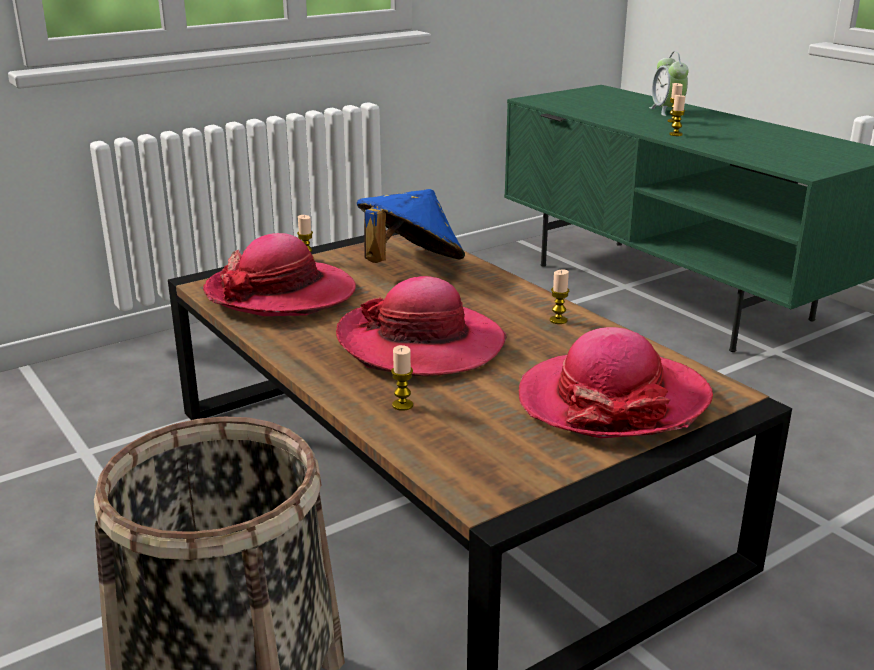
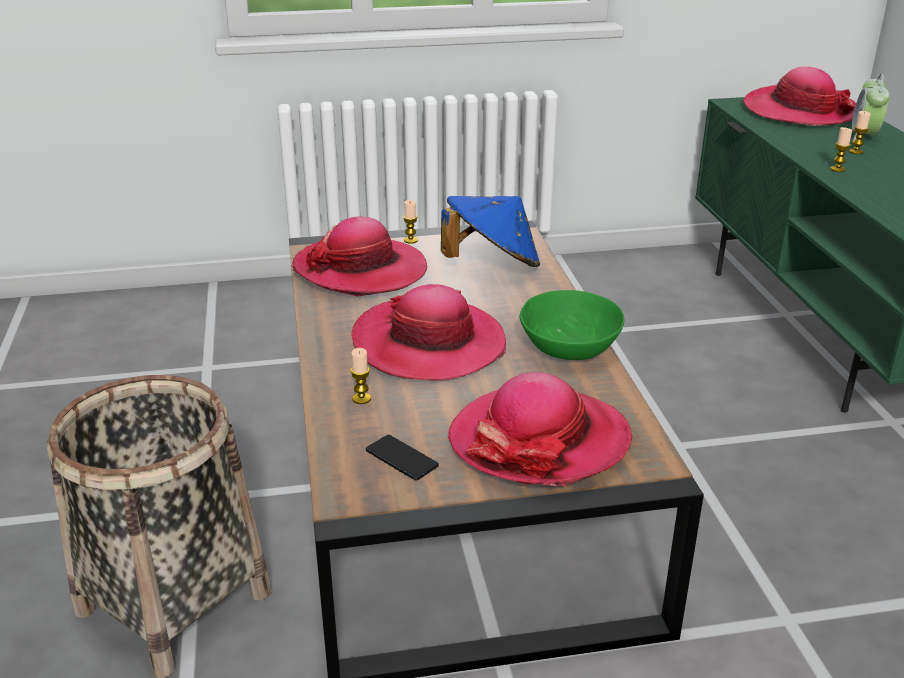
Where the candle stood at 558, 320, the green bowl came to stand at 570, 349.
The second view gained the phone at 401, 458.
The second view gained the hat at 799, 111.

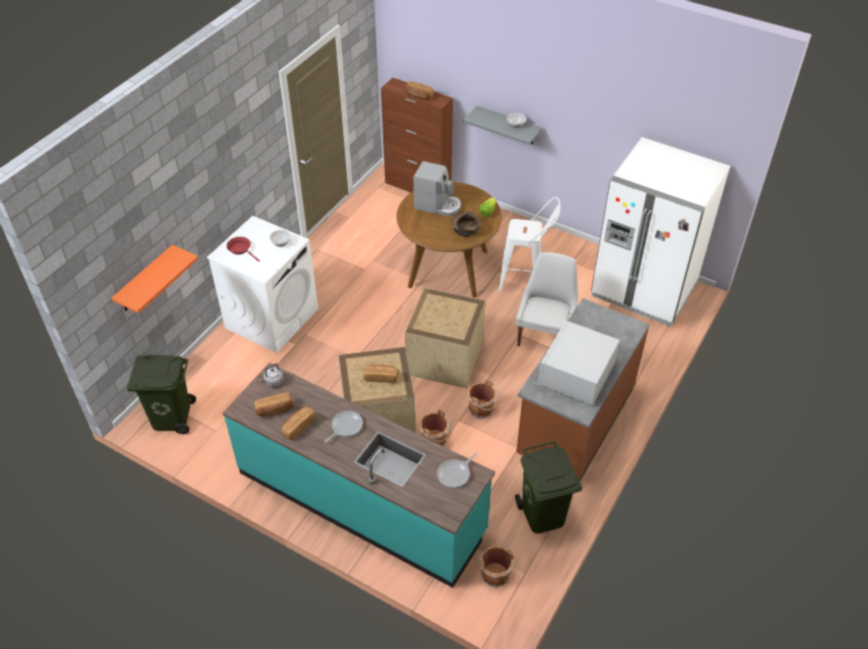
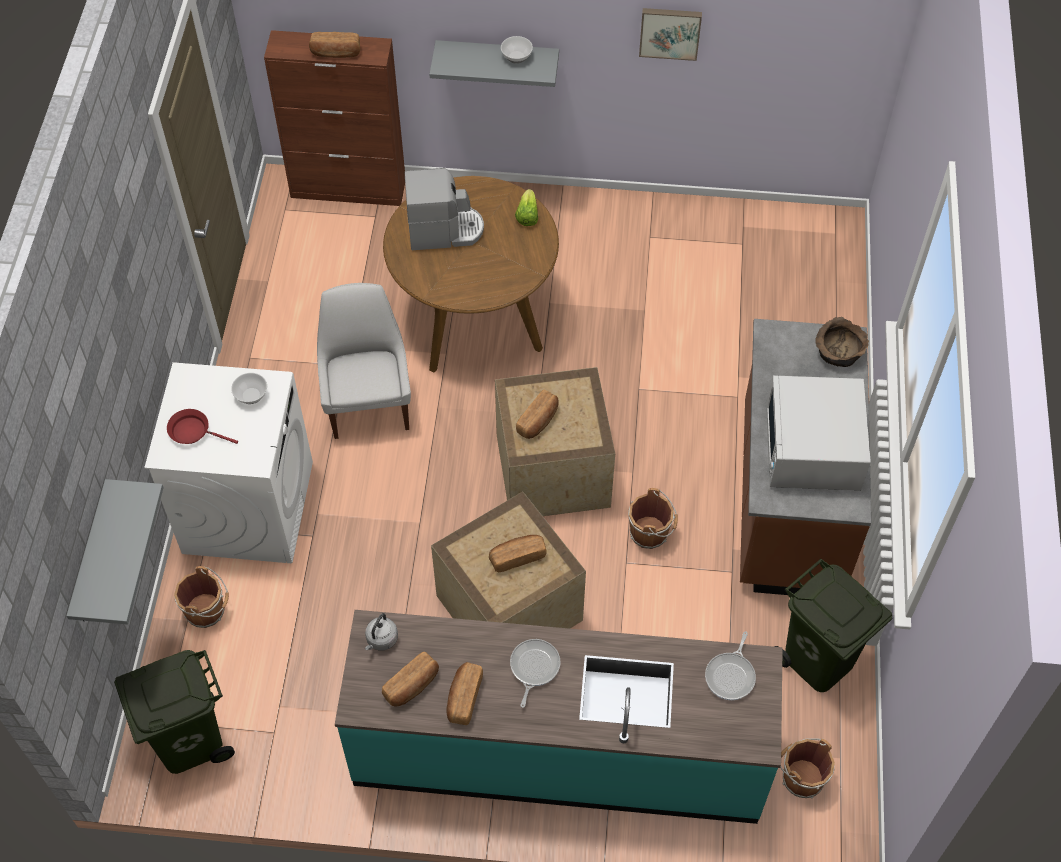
What was the orange shelf at 145, 280 turned into the grey shelf at 91, 557.
The brown bucket ended up elsewhere, having gone from 435, 440 to 207, 611.
The brown bowl ended up elsewhere, having gone from 466, 230 to 838, 352.
The second view lost the white stool at 525, 281.
The white chair ended up elsewhere, having gone from 545, 334 to 368, 404.
The second view lost the white fridge at 643, 290.
The second view gained the bread at 538, 421.
The second view gained the picture at 670, 32.

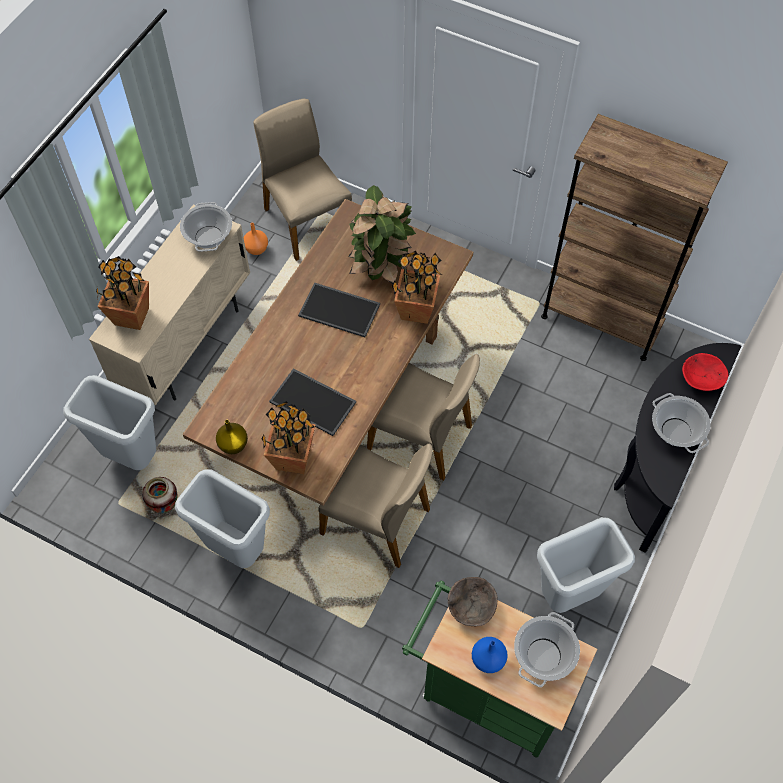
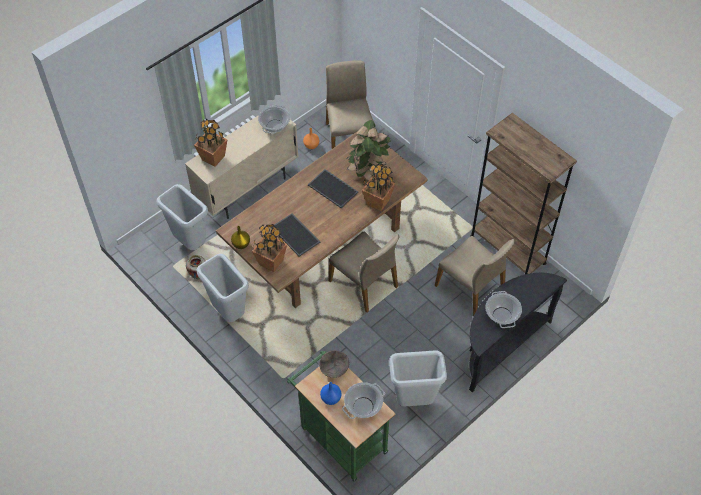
The beige chair ended up elsewhere, having gone from 377, 520 to 471, 288.
The second view lost the red bowl at 701, 379.

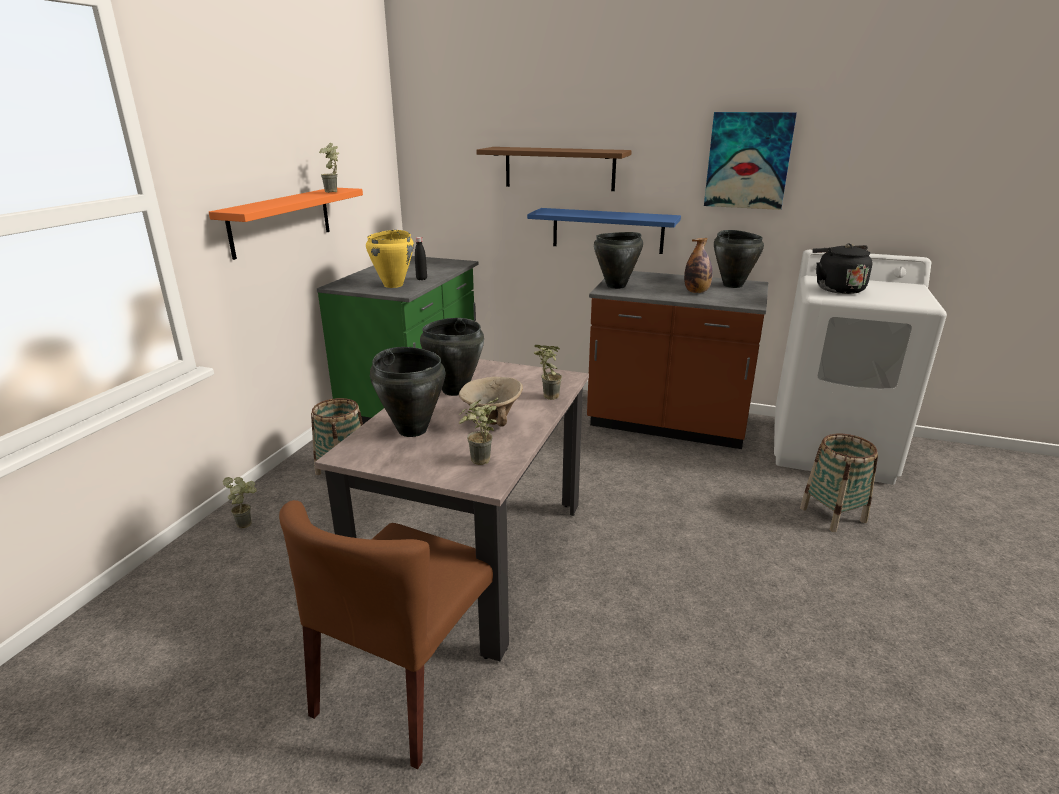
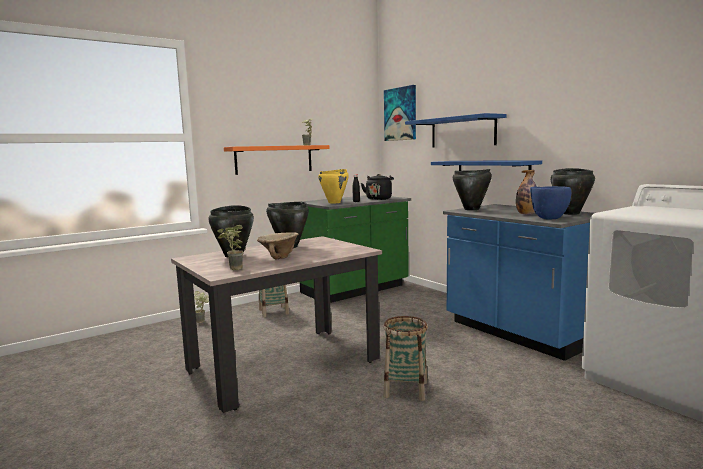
The second view lost the brown chair at 406, 684.
What was the brown shelf at 559, 168 turned into the blue shelf at 462, 132.
The second view lost the potted plant at 546, 396.
What was the brown counter at 667, 424 turned into the blue counter at 518, 333.
The picture ended up elsewhere, having gone from 748, 160 to 400, 114.
The basket ended up elsewhere, having gone from 833, 515 to 406, 389.
The black kettle ended up elsewhere, having gone from 836, 289 to 379, 199.
The second view gained the blue bowl at 549, 218.

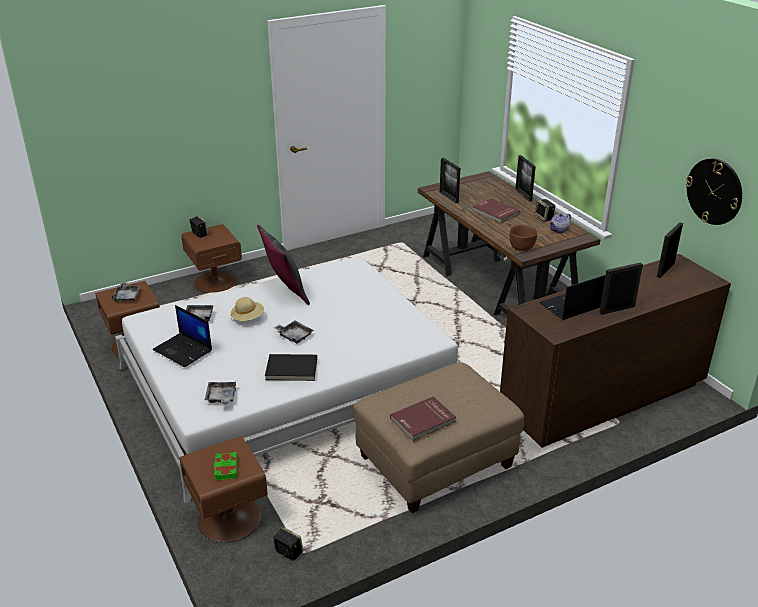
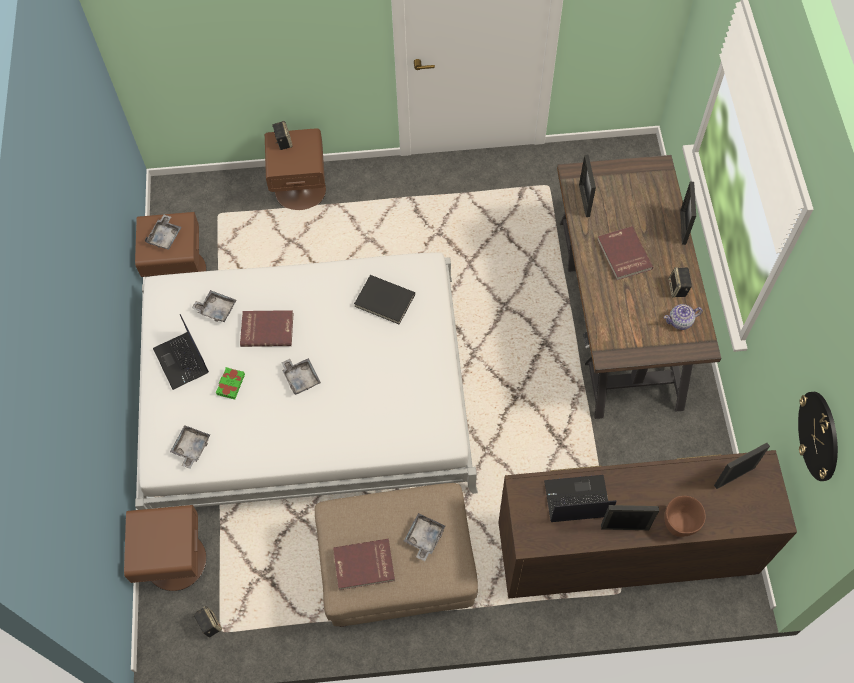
The green book ended up elsewhere, having gone from 225, 468 to 230, 384.
Where the beige hat stood at 248, 318, the red book came to stand at 267, 329.
The second view lost the grey pillow at 285, 292.
The black book ended up elsewhere, having gone from 291, 370 to 384, 301.
The brown bowl ended up elsewhere, having gone from 522, 248 to 681, 523.
The second view gained the grey tray at 424, 538.

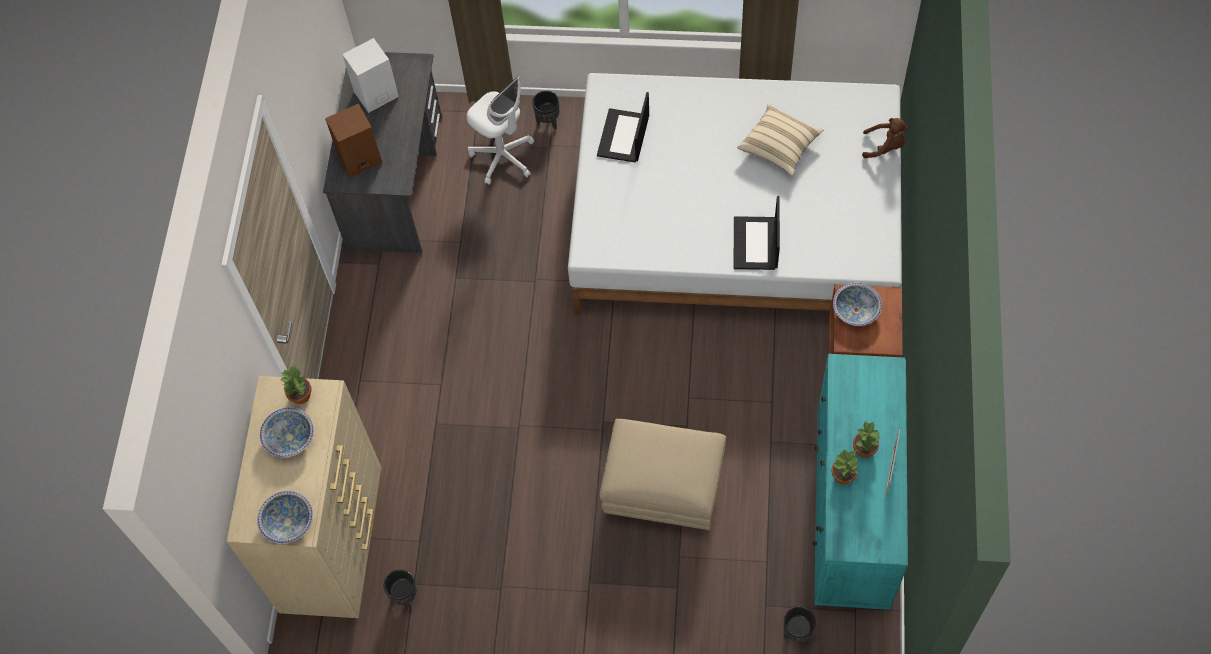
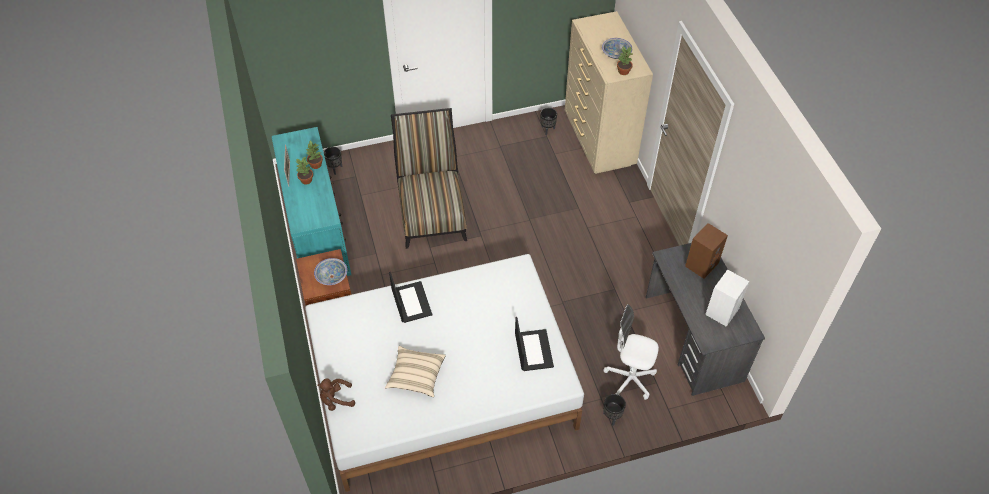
The second view lost the bowl at 288, 522.
Where the beige ottoman stood at 662, 488, the chair came to stand at 432, 212.

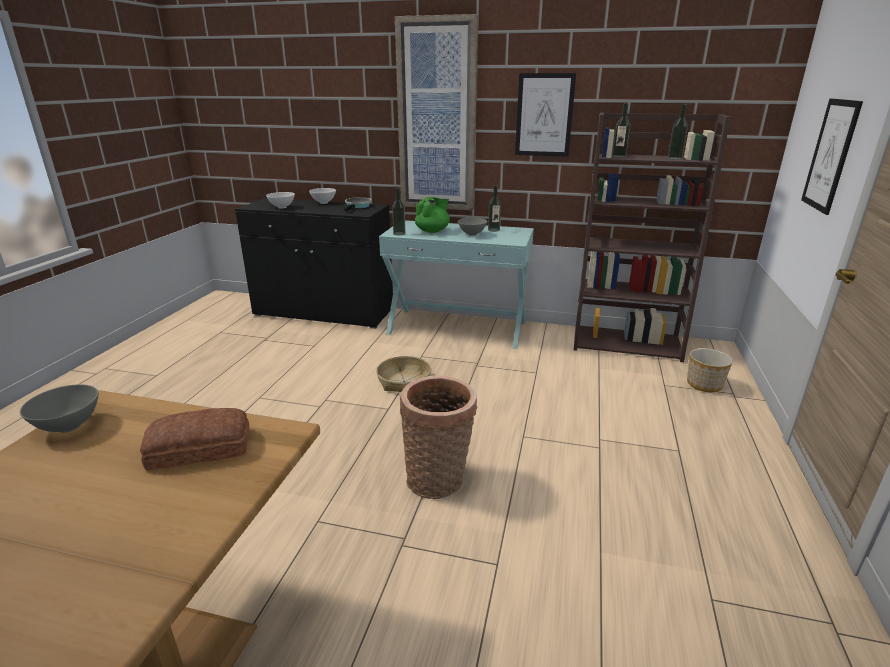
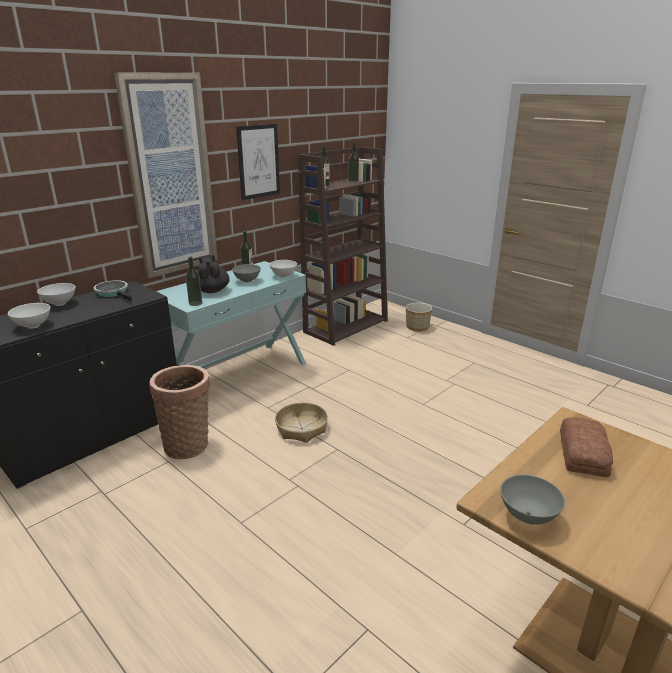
The basket ended up elsewhere, having gone from 439, 479 to 188, 444.
What was the green teapot at 433, 231 turned into the black teapot at 212, 290.
The second view lost the picture at 830, 155.
The second view gained the white bowl at 283, 276.

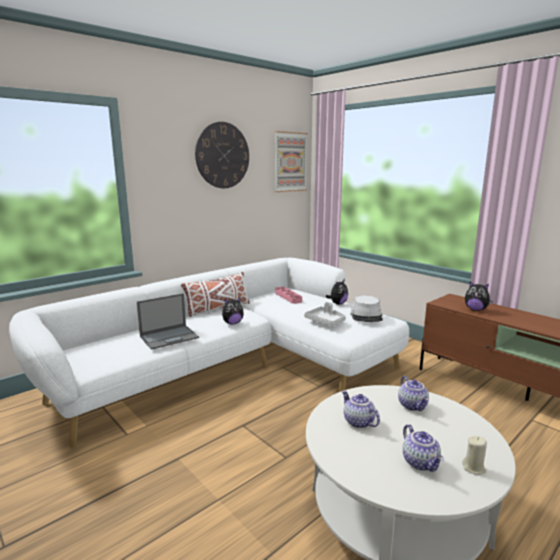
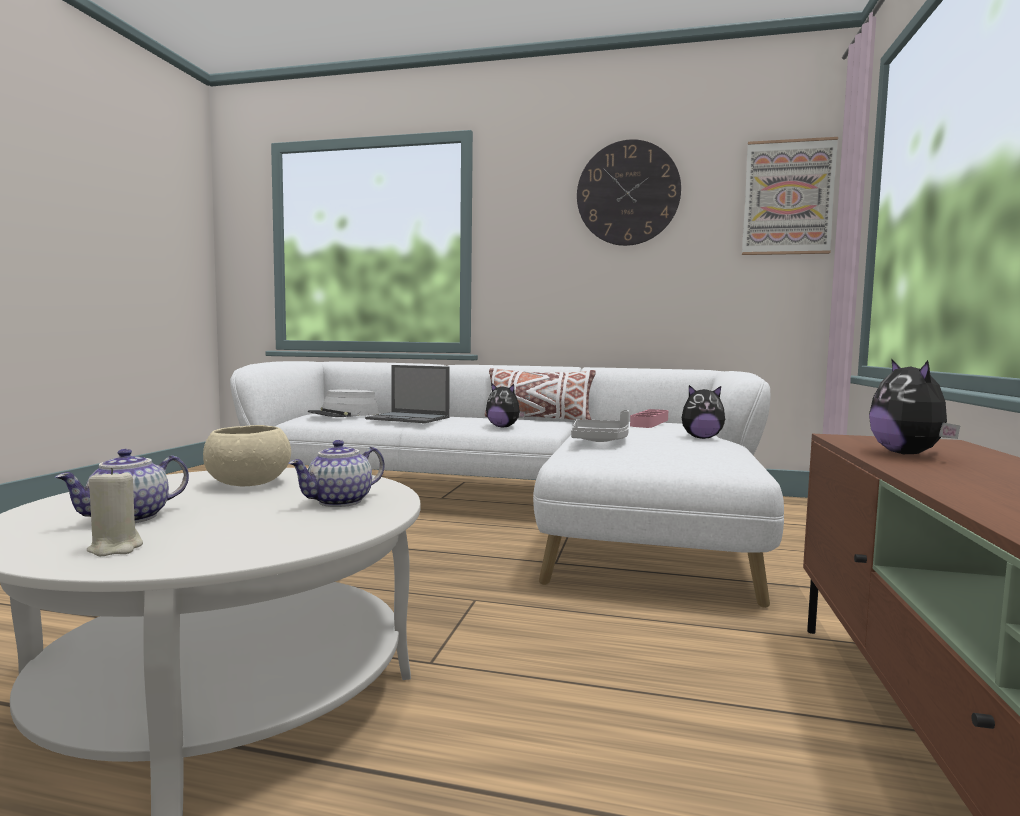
Where the teapot stood at 358, 422, the beige bowl came to stand at 248, 484.
The grey hat ended up elsewhere, having gone from 366, 316 to 344, 414.

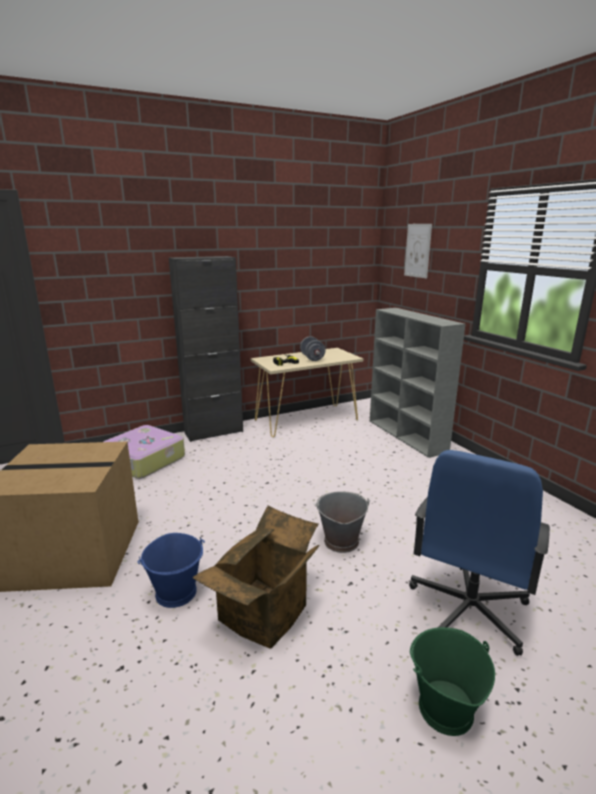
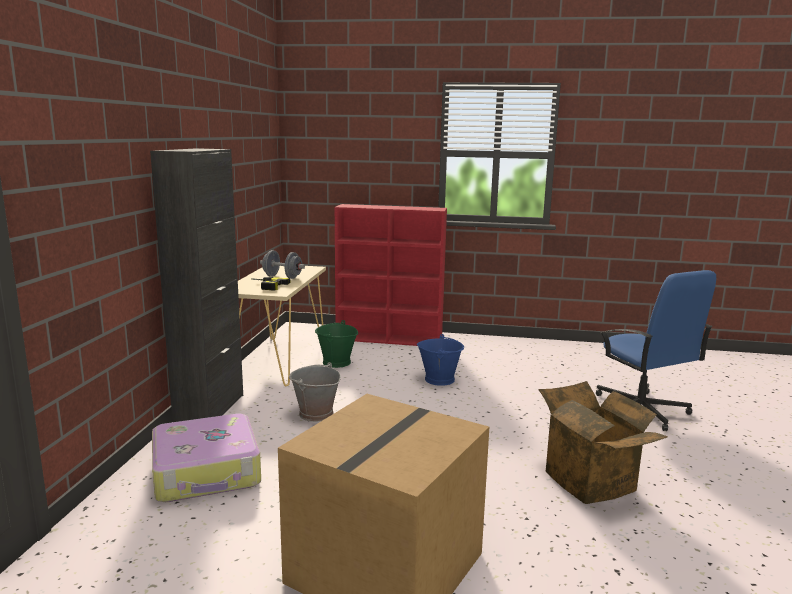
The blue bucket ended up elsewhere, having gone from 177, 592 to 440, 379.
The grey bucket ended up elsewhere, having gone from 340, 541 to 315, 414.
What was the grey bookcase at 407, 436 turned into the red bookcase at 390, 339.
The second view lost the picture at 417, 250.
The green bucket ended up elsewhere, having gone from 444, 709 to 336, 362.

